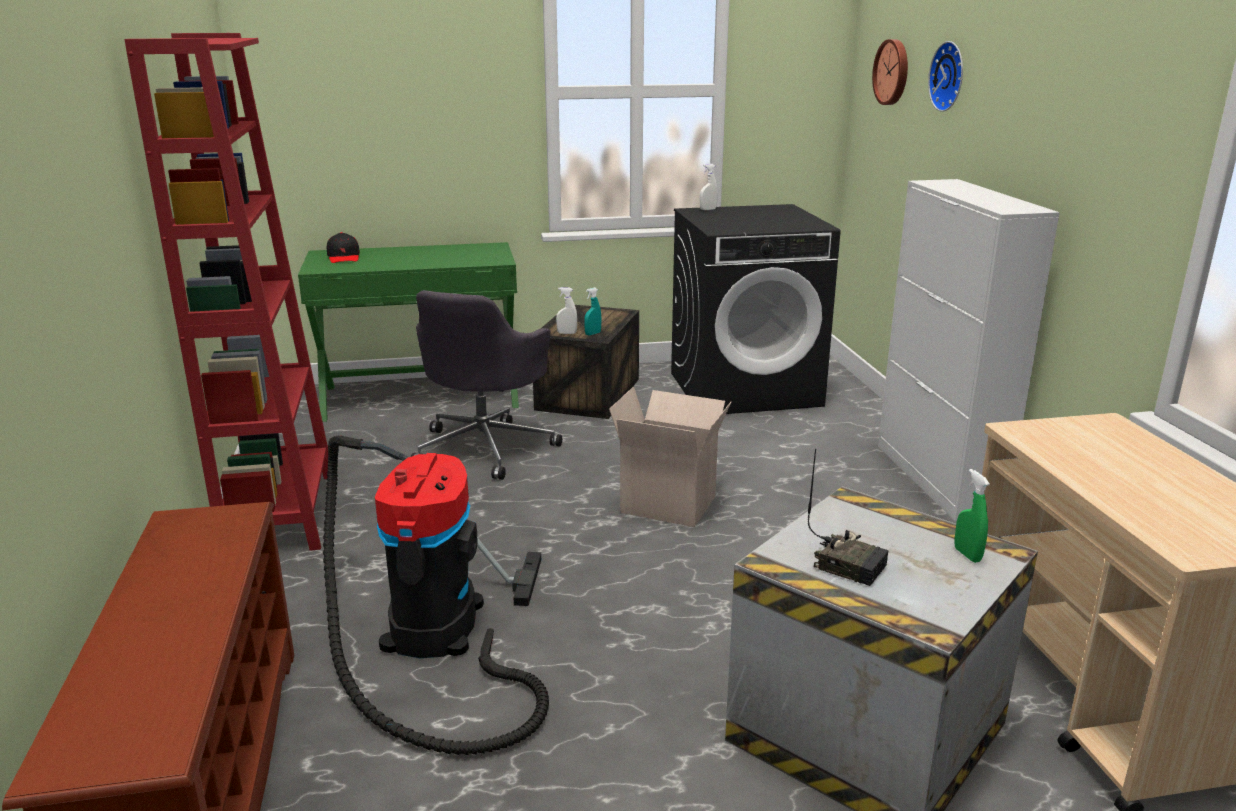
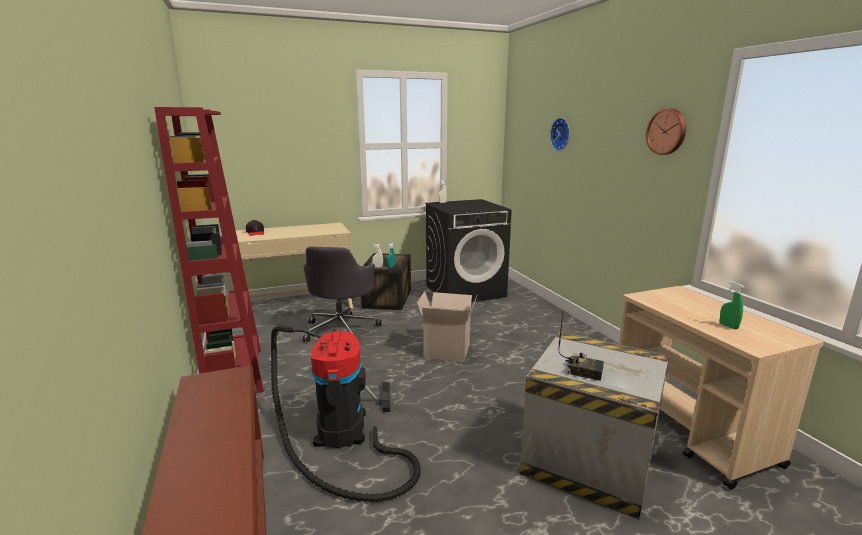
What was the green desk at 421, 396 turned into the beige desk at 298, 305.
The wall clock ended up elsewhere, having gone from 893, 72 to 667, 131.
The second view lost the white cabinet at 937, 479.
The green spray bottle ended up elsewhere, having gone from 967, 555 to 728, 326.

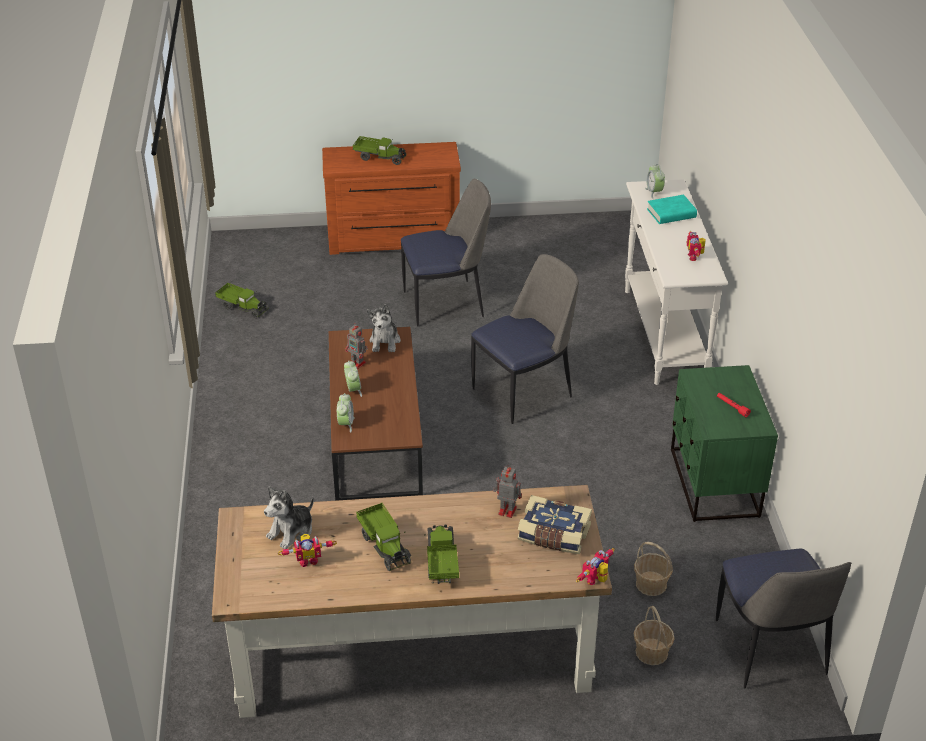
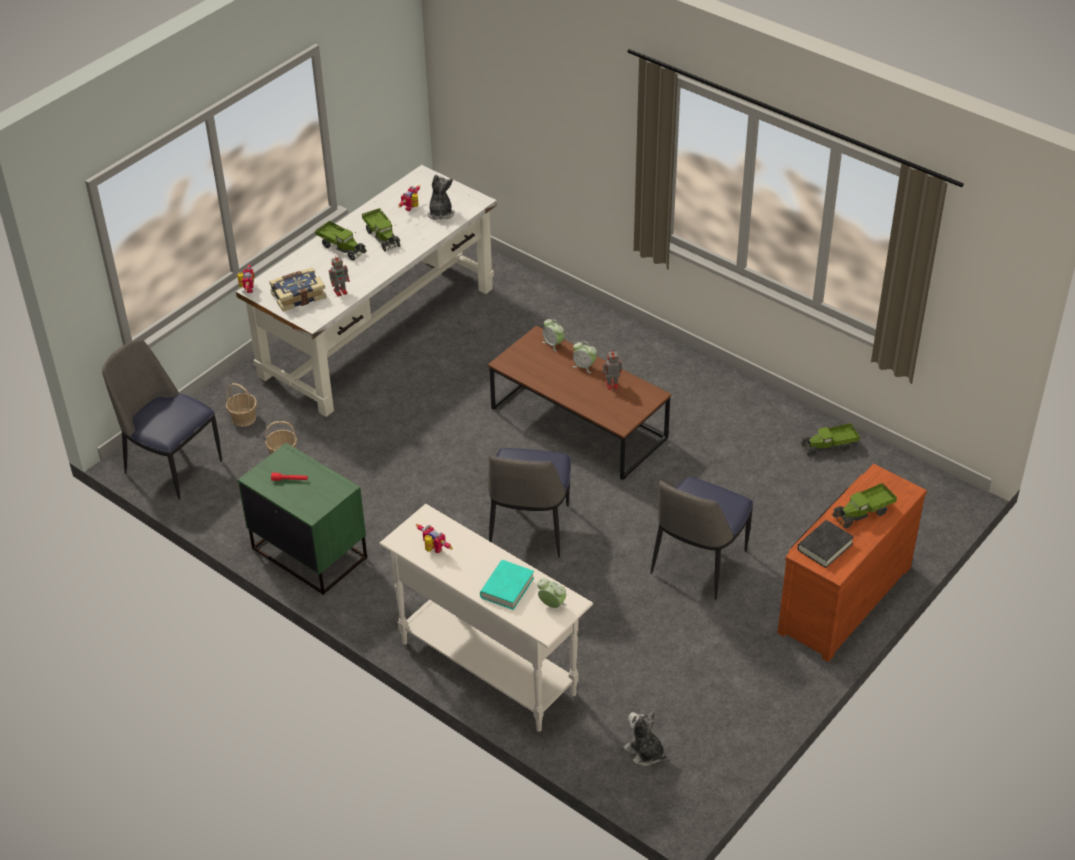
What was the brown desk at 411, 654 turned into the white desk at 378, 331.
The toy truck at 385, 545 ended up facing another way, 135 degrees counterclockwise from before.
The plush toy ended up elsewhere, having gone from 385, 342 to 645, 752.
The second view gained the black book at 825, 547.

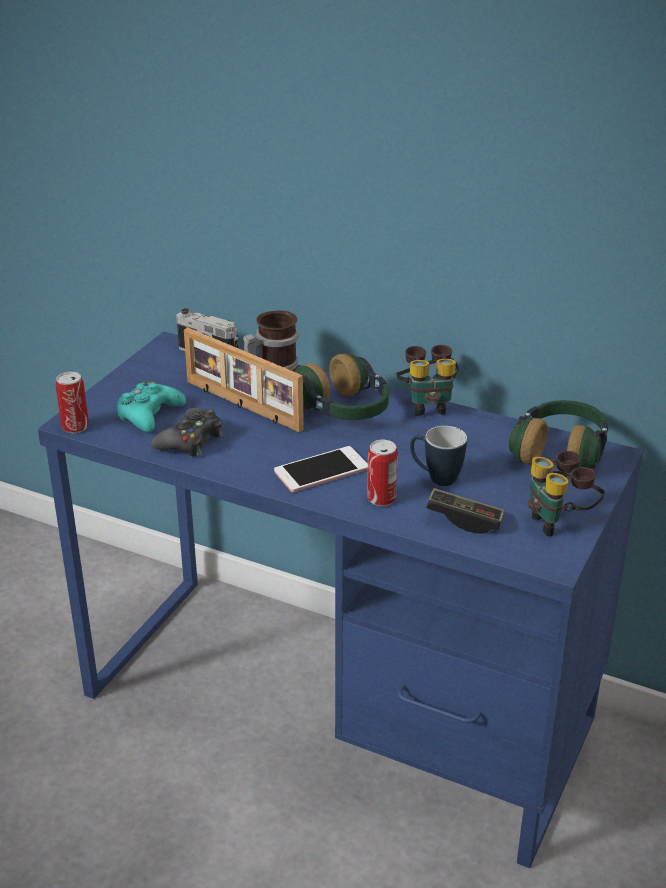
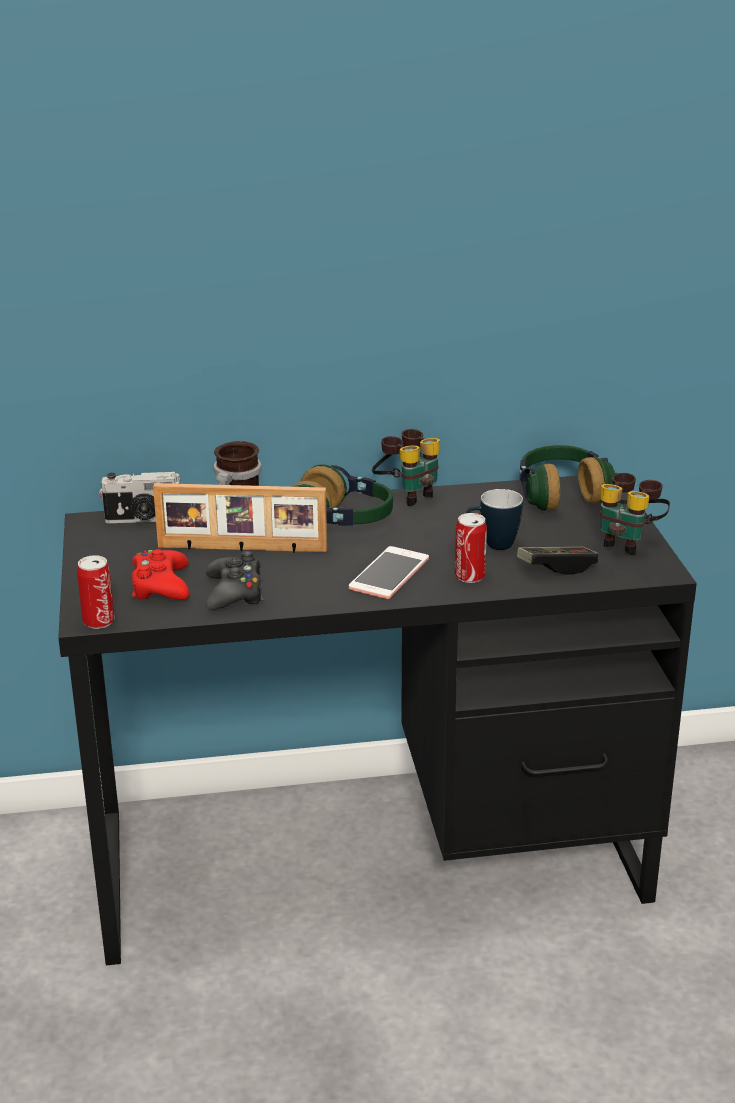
What was the blue desk at 337, 707 turned into the black desk at 370, 857.
What was the turquoise game controller at 149, 414 turned into the red game controller at 160, 586.

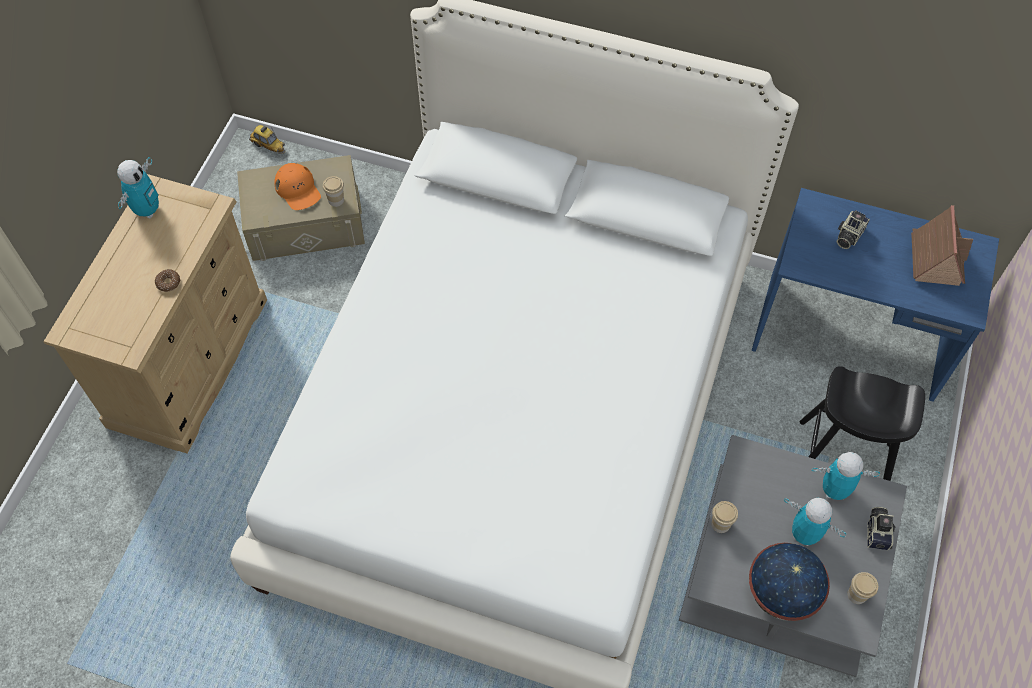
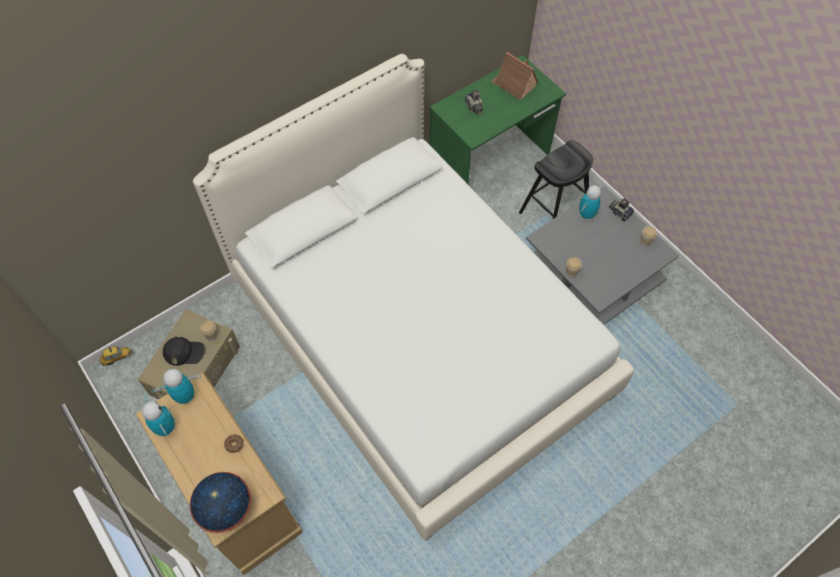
What was the orange cap at 298, 189 turned into the black cap at 184, 352.
The globe ended up elsewhere, having gone from 780, 594 to 226, 510.
What was the blue desk at 850, 338 turned into the green desk at 491, 162.
The toy robot ended up elsewhere, having gone from 804, 534 to 185, 396.

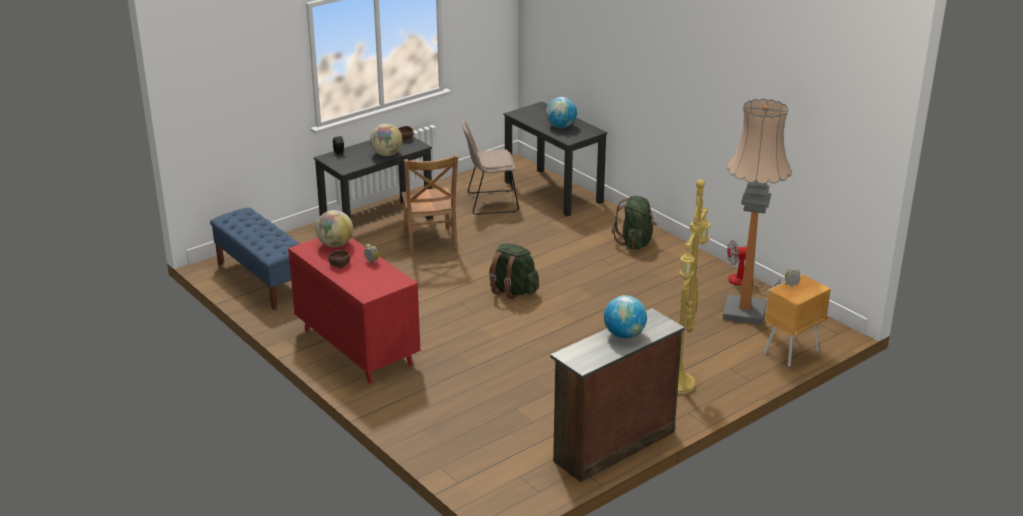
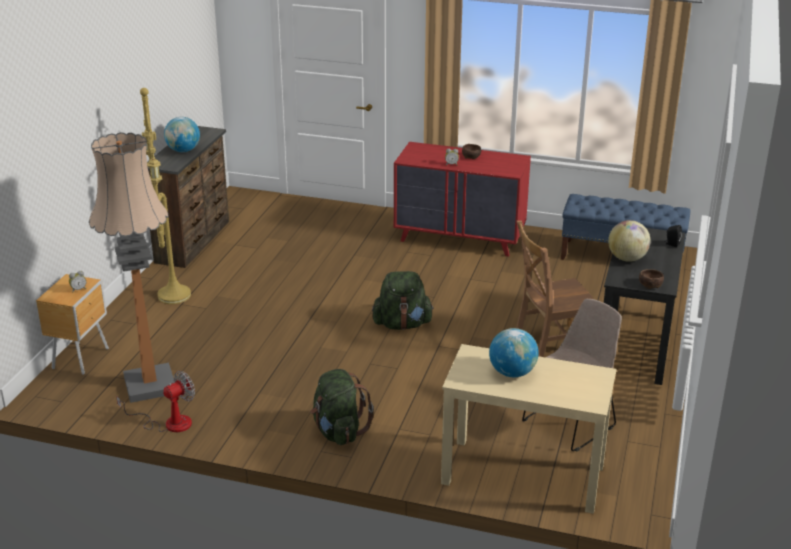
The second view lost the globe at 335, 245.
The brown chair at 430, 242 ended up facing another way, 60 degrees counterclockwise from before.
What was the black desk at 553, 192 turned into the beige desk at 522, 474.

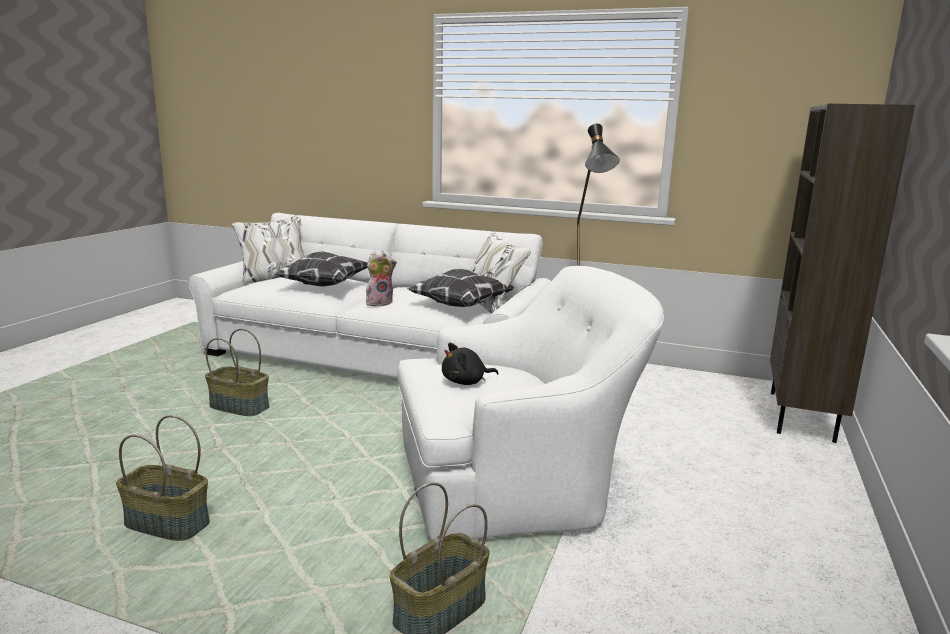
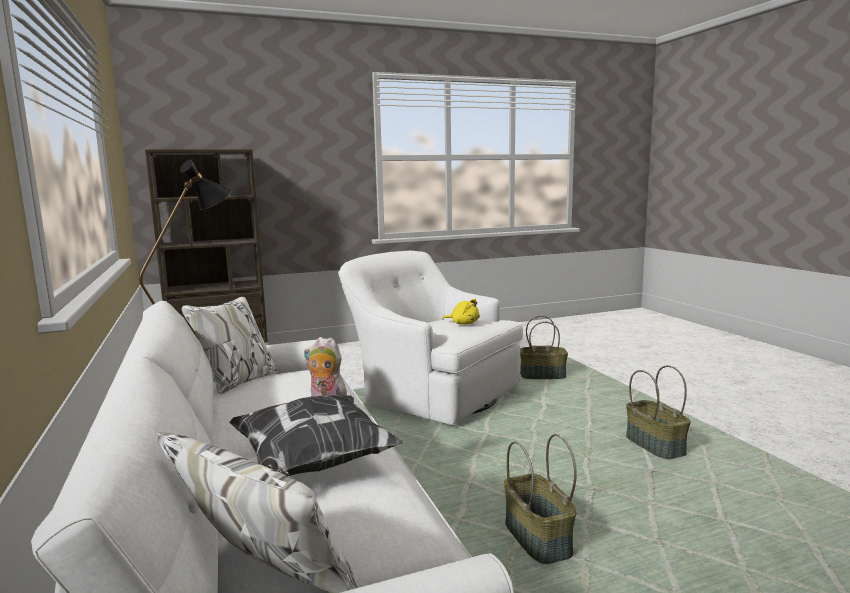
The second view lost the pillow at 460, 306.
What was the black plush toy at 466, 382 turned into the yellow plush toy at 463, 323.

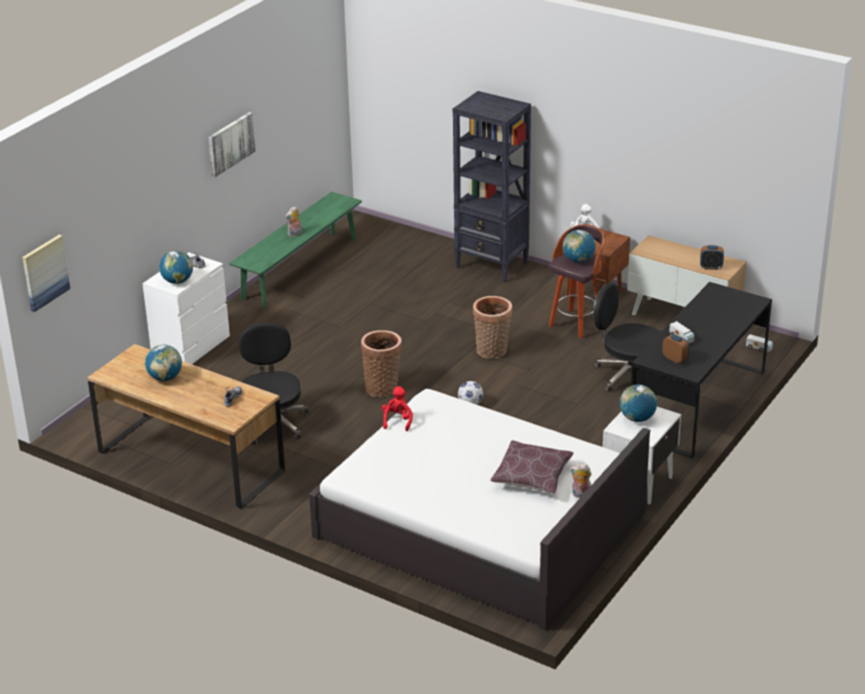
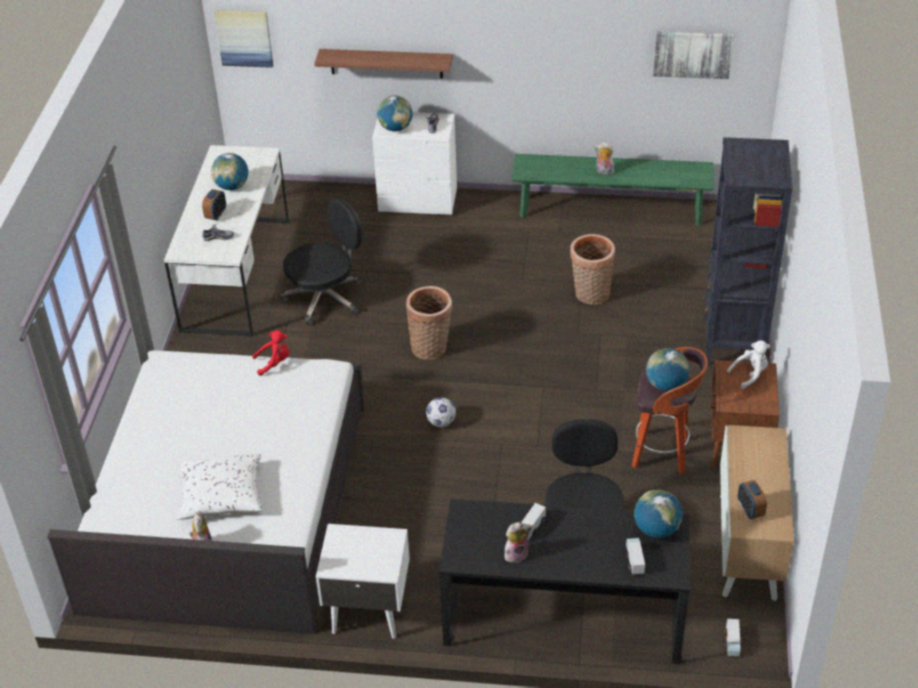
What was the brown desk at 191, 461 turned into the white desk at 236, 274.
The picture ended up elsewhere, having gone from 230, 143 to 692, 54.
The basket ended up elsewhere, having gone from 492, 352 to 590, 295.
What was the brown pillow at 532, 476 turned into the white pillow at 221, 495.
The globe ended up elsewhere, having gone from 637, 418 to 656, 529.
The alarm clock ended up elsewhere, having gone from 675, 359 to 216, 215.
The second view gained the shelf at 386, 63.
The second view gained the plush toy at 516, 554.
The second view gained the toy truck at 634, 560.

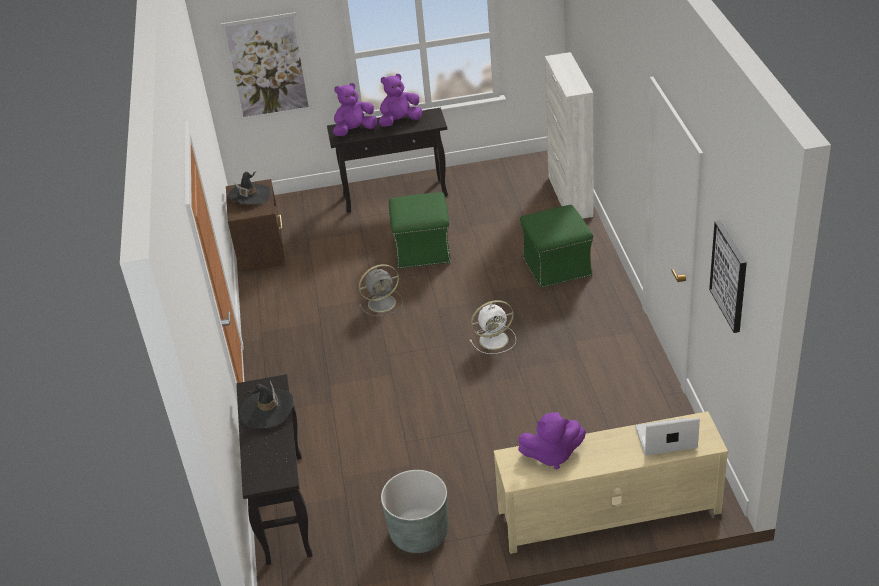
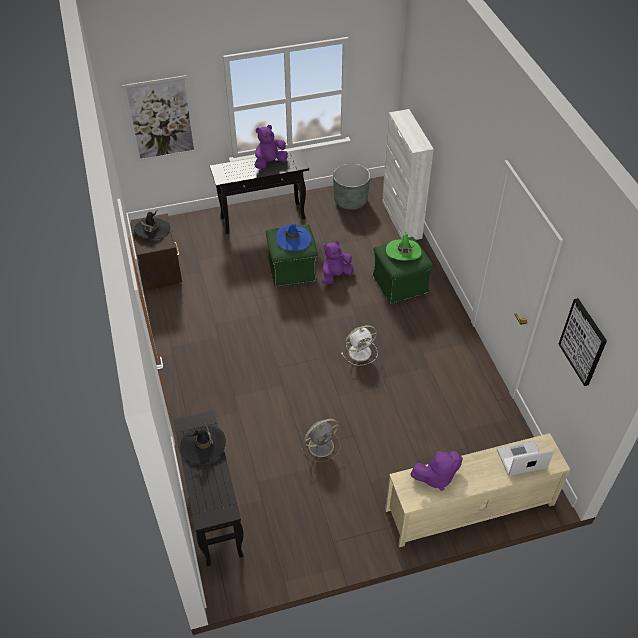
The purple plush toy ended up elsewhere, having gone from 355, 131 to 335, 276.
The grey fan ended up elsewhere, having gone from 383, 303 to 322, 445.
The grey planter ended up elsewhere, having gone from 419, 533 to 350, 200.
The second view gained the blue hat at 293, 239.
The second view gained the green hat at 403, 251.

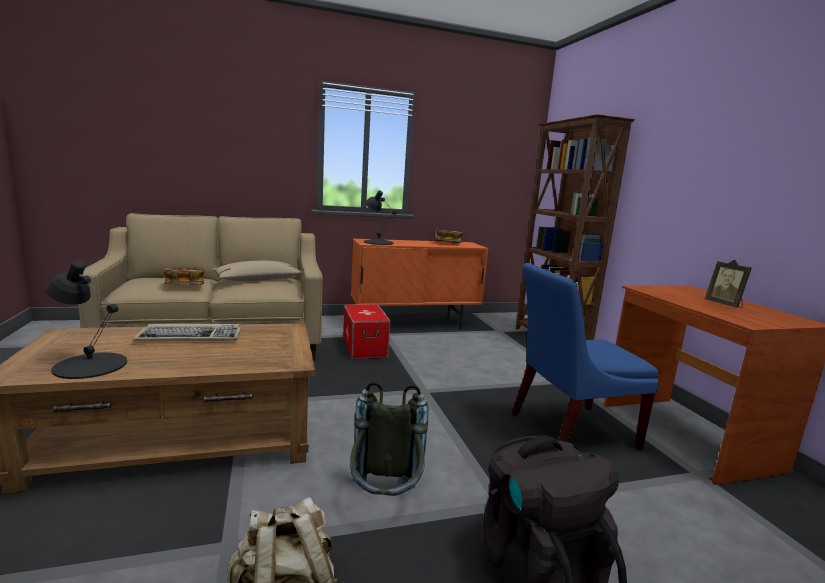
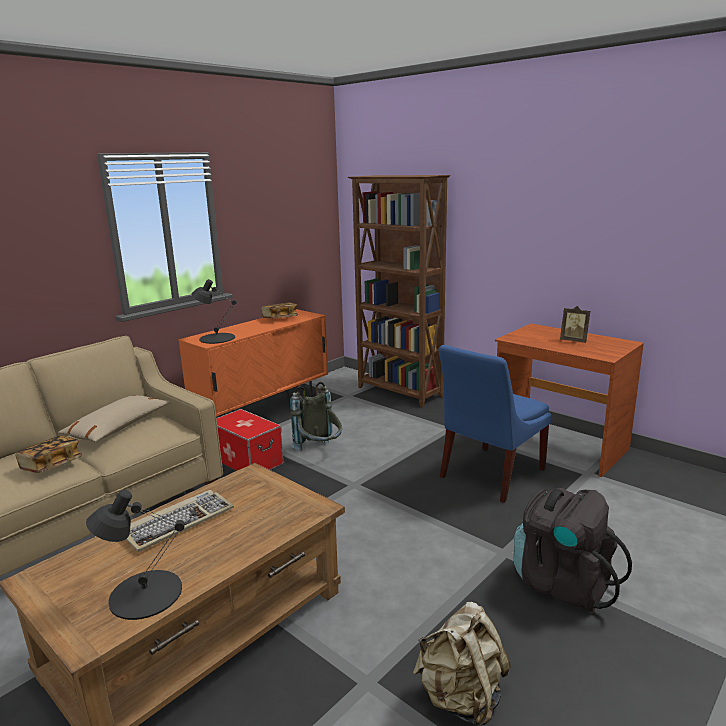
The grey backpack ended up elsewhere, having gone from 385, 500 to 319, 451.

